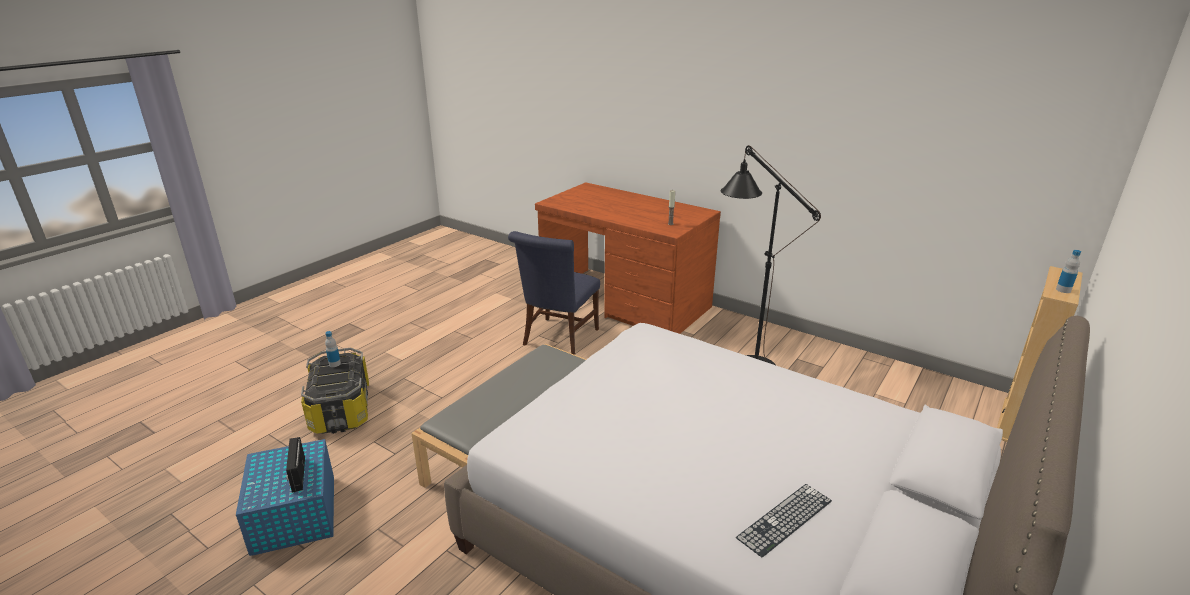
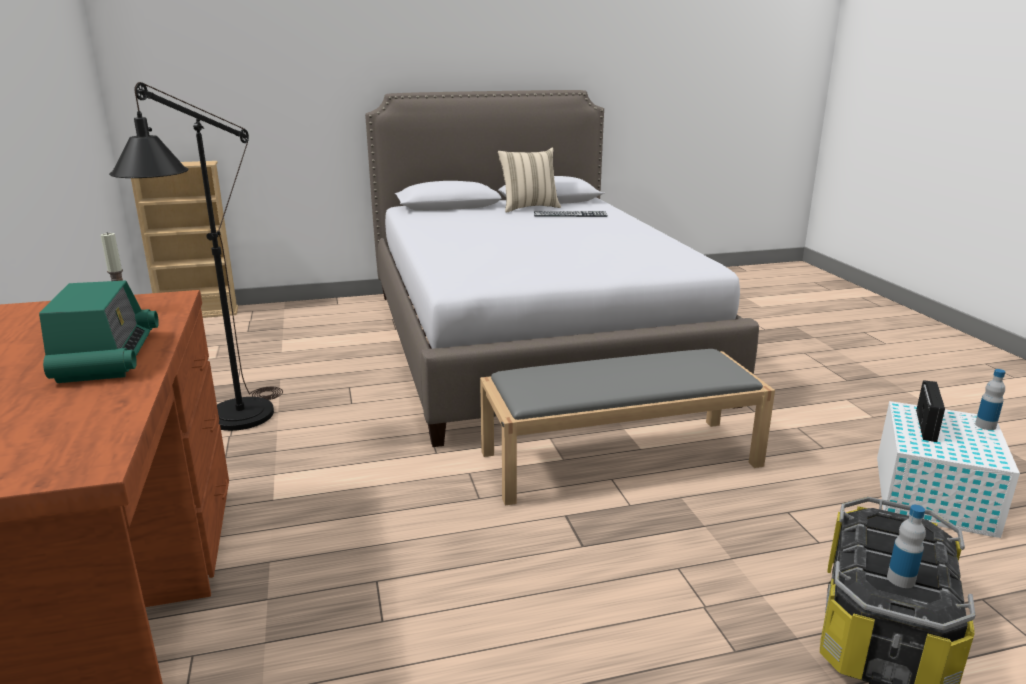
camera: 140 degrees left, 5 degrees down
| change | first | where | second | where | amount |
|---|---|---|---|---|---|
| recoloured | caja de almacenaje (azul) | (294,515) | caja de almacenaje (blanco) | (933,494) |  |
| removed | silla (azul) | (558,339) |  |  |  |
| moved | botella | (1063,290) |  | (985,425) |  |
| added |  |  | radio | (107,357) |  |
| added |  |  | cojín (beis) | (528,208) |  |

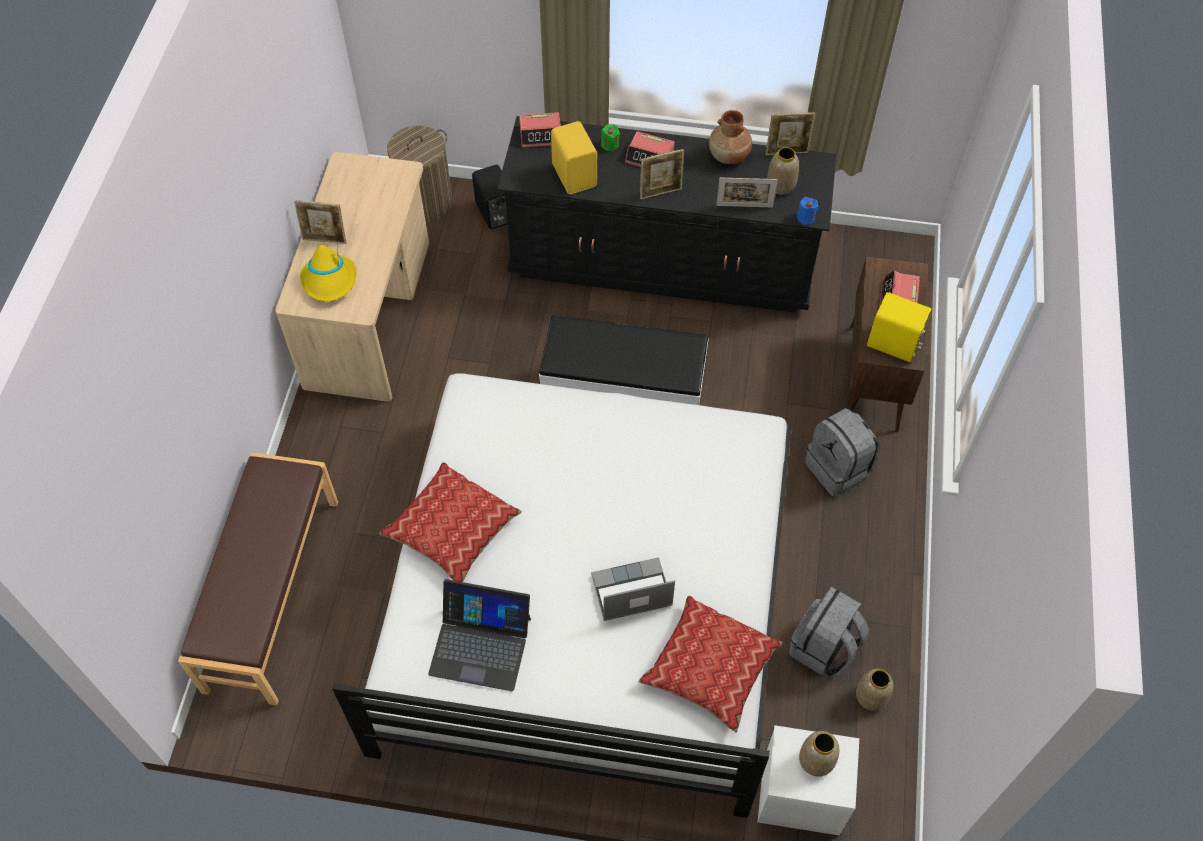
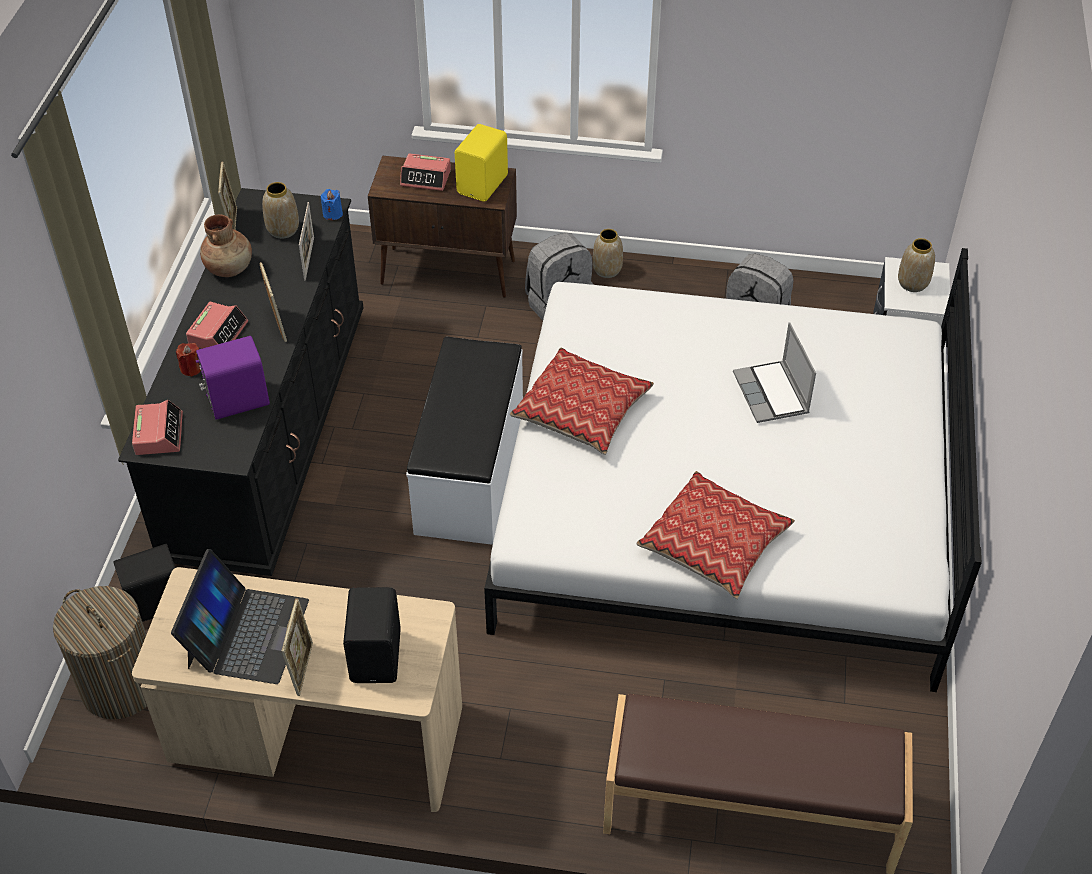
camera: 90 degrees left, 10 degrees down
| change | first | where | second | where | amount |
|---|---|---|---|---|---|
| replaced | sombrero (amarillo) | (330,281) | altavoz (negro) | (378,655) |  |
| moved | portátil | (480,645) |  | (246,633) |  |
| recoloured | altavoz (amarillo) | (575,175) | altavoz (morado) | (236,400) |  |
| recoloured | vela (verde) | (610,145) | vela (rojo) | (191,368) |  |
| moved | cojín | (709,668) |  | (582,410) |  |
| moved | florero | (870,698) |  | (607,270) |  |

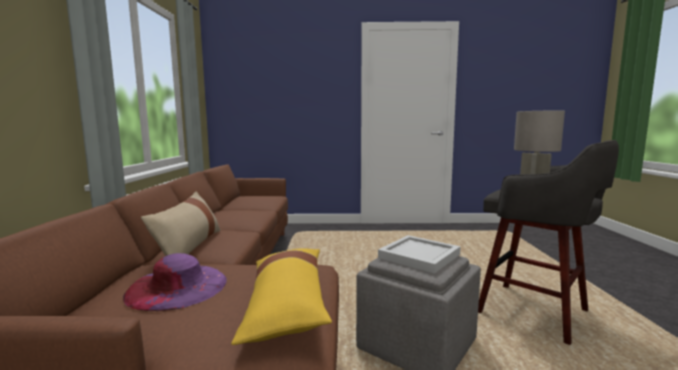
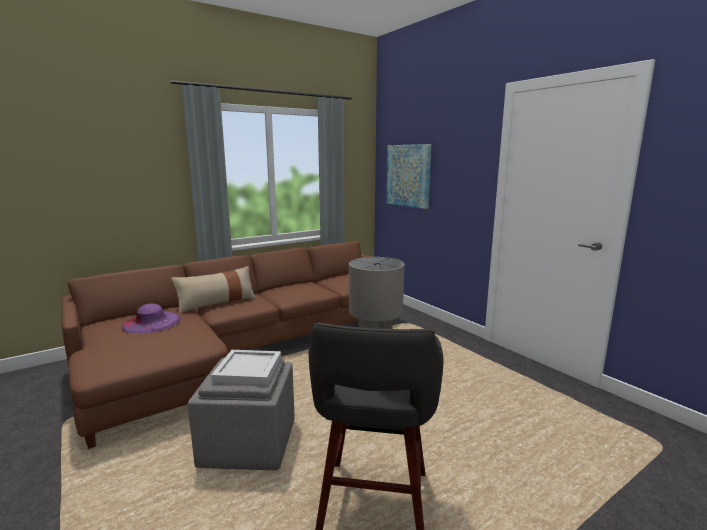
camera: 55 degrees right, 5 degrees up
| change | first | where | second | where | amount |
|---|---|---|---|---|---|
| removed | cojín (amarillo) | (286,304) |  |  |  |
| added |  |  | cuadro | (408,175) |  |

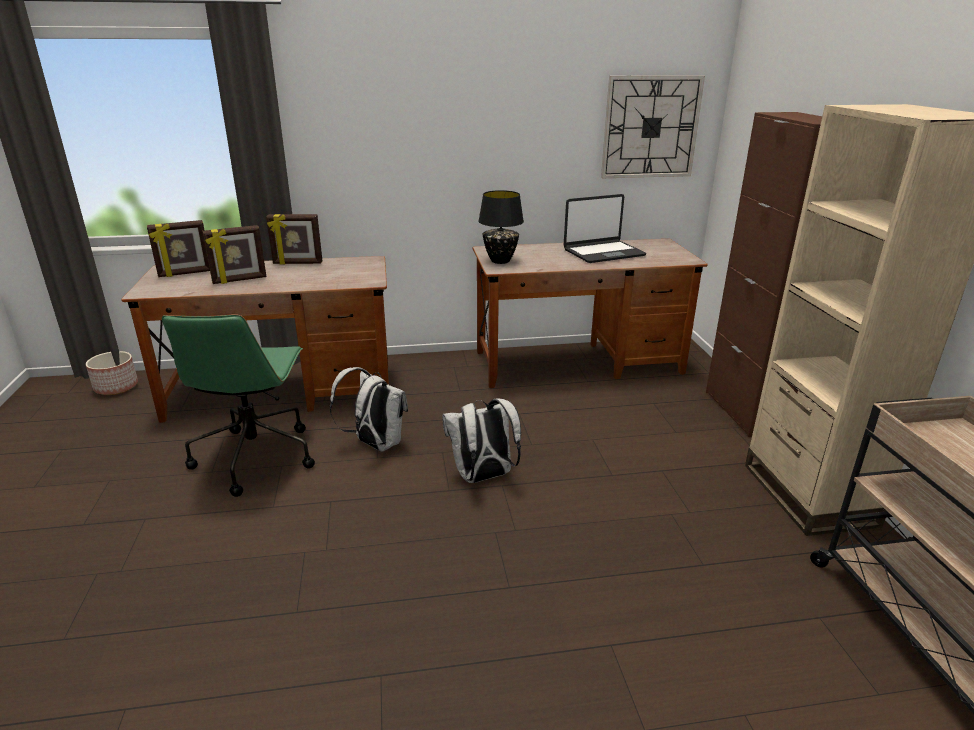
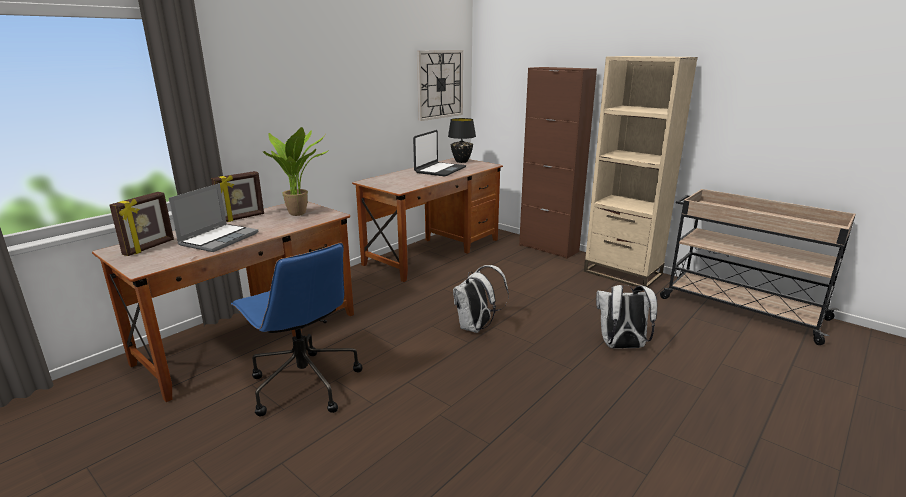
camera: 40 degrees left, 5 degrees down
| change | first | where | second | where | amount |
|---|---|---|---|---|---|
| removed | maceta | (116,387) |  |  |  |
| recoloured | silla de oficina (verde) | (255,456) | silla de oficina (azul) | (303,384) |  |
| replaced | portarretratos | (239,280) | portátil | (219,239) |  |
| moved | mochila (blanco) | (375,444) |  | (621,346) |  |
| moved | lámpara de mesa (negro) | (501,261) |  | (461,161) |  |
| added |  |  | planta en maceta | (300,213) |  |

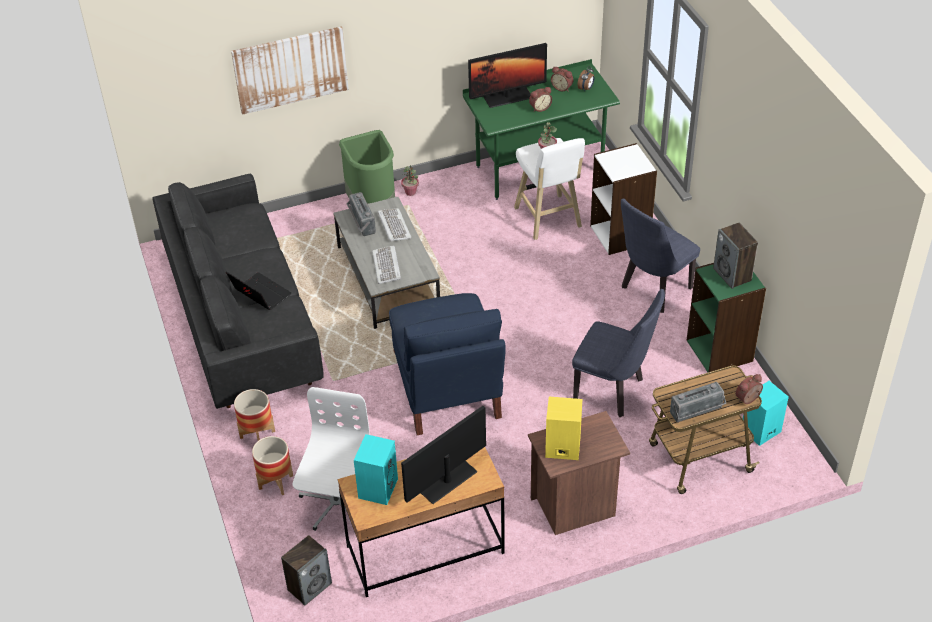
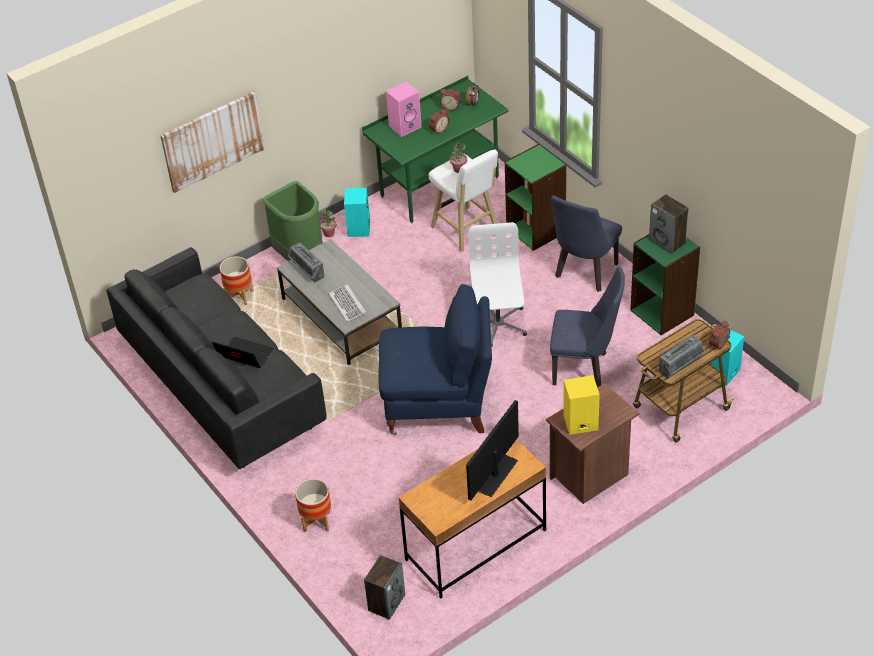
camera: 15 degrees left, 0 degrees up
| change | first | where | second | where | amount |
|---|---|---|---|---|---|
| moved | maceta | (257,434) |  | (239,296) |  |
| moved | silla de oficina (blanco) | (336,503) |  | (497,324) |  |
| moved | altavoz (turquesa) | (377,487) |  | (358,228) |  |
| removed | teclado | (393,226) |  |  |  |
| turned | sillón (azul) | (447,391) |  | (438,404) | 60 degrees counterclockwise |
| replaced | monitor | (507,97) | altavoz (rosa) | (405,126) |  |
| recoloured | estantería (blanco) | (620,234) | estantería (verde) | (536,230) |  |

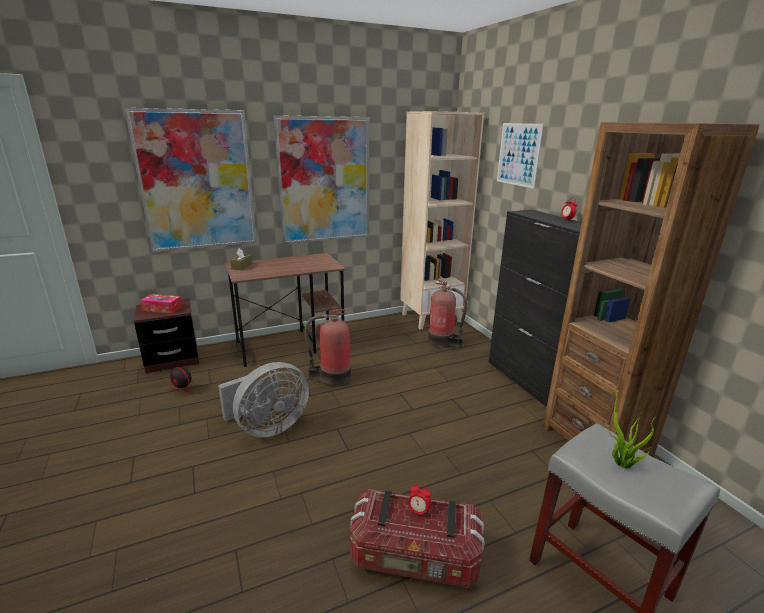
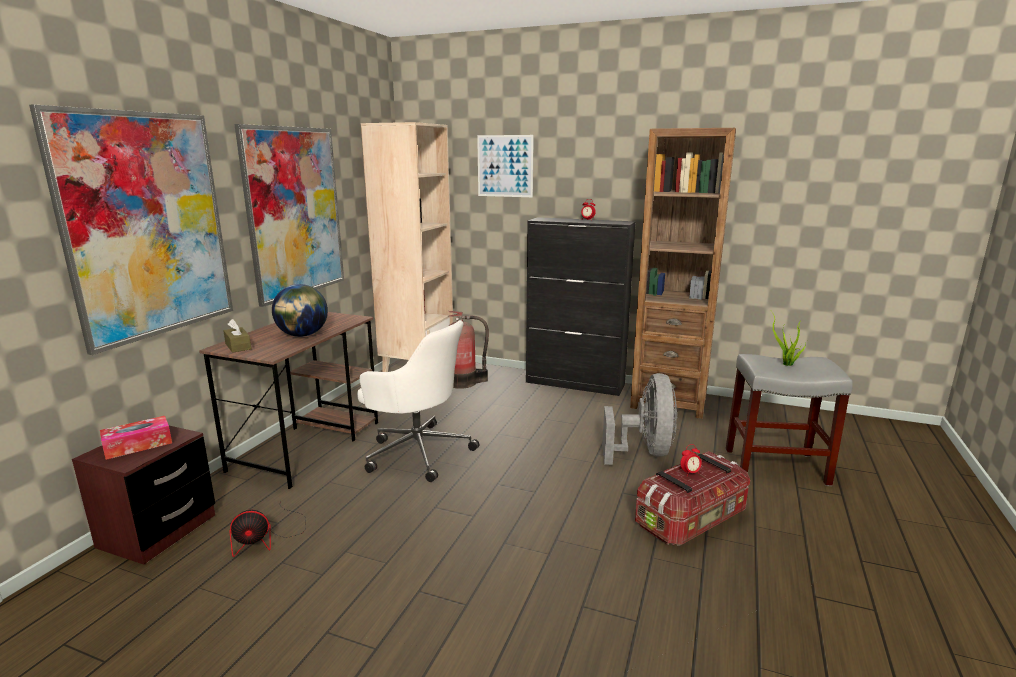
camera: 45 degrees left, 5 degrees down
| change | first | where | second | where | amount |
|---|---|---|---|---|---|
| moved | ventilador (gris) | (268,427) |  | (644,452) |  |
| replaced | extintor | (332,378) | silla de oficina (blanco) | (417,451) |  |
| added |  |  | globo terráqueo | (302,335) |  |

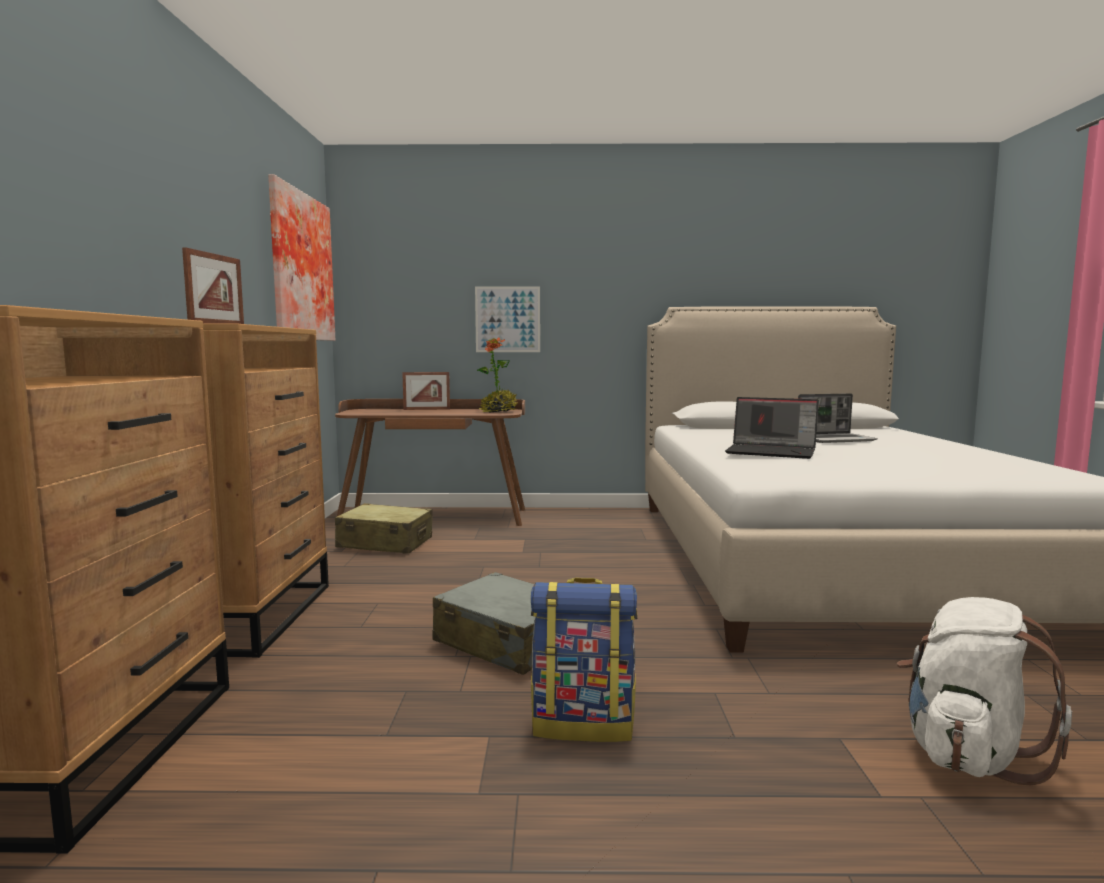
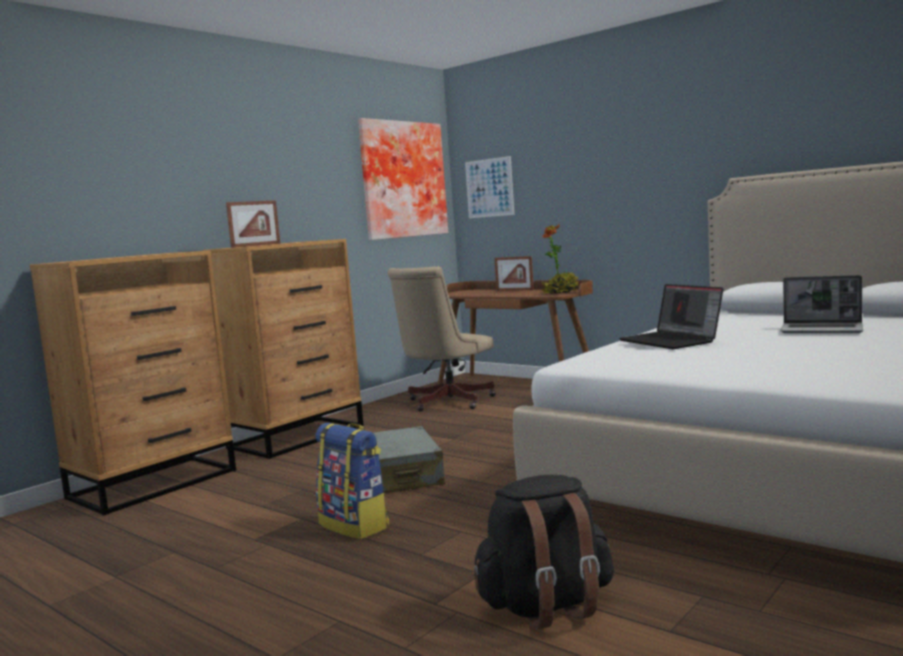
camera: 40 degrees right, 0 degrees up
| change | first | where | second | where | amount |
|---|---|---|---|---|---|
| replaced | maleta (beis) | (385,543) | silla de oficina (beis) | (445,403) |  |
| moved | cuadro | (507,319) |  | (489,188) |  |
| recoloured | mochila (blanco) | (967,753) | mochila (negro) | (546,606) |  |

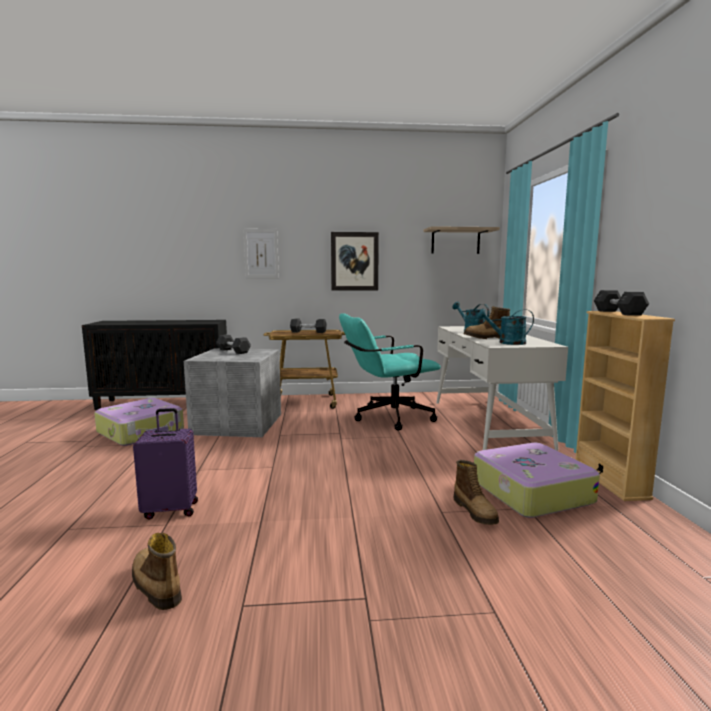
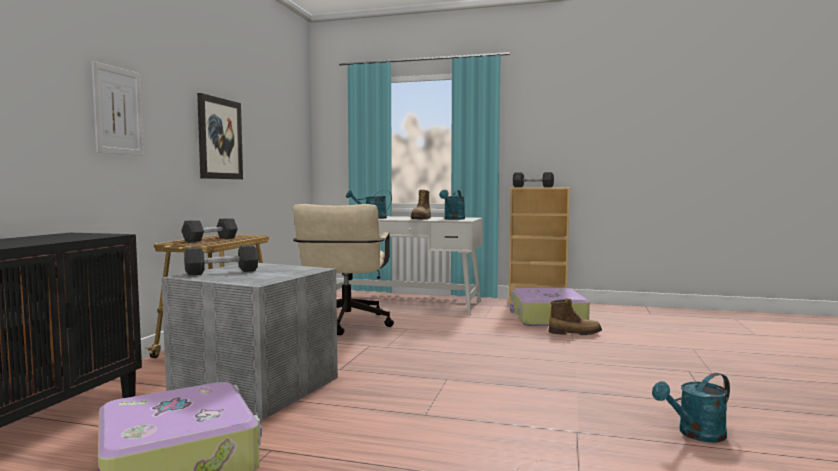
camera: 70 degrees left, 5 degrees down
| change | first | where | second | where | amount |
|---|---|---|---|---|---|
| replaced | bota | (155,586) | regadera (turquesa) | (695,434) |  |
| removed | maleta (morado) | (171,509) |  |  |  |
| recoloured | silla de oficina (turquesa) | (387,418) | silla de oficina (beis) | (345,325) |  |
| removed | estante | (455,241) |  |  |  |

